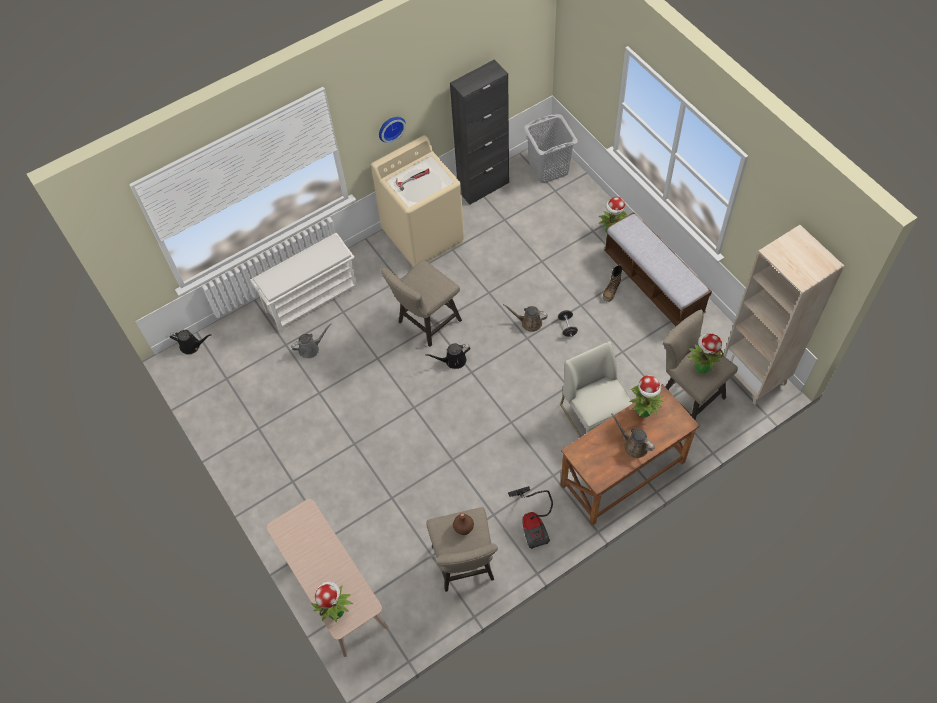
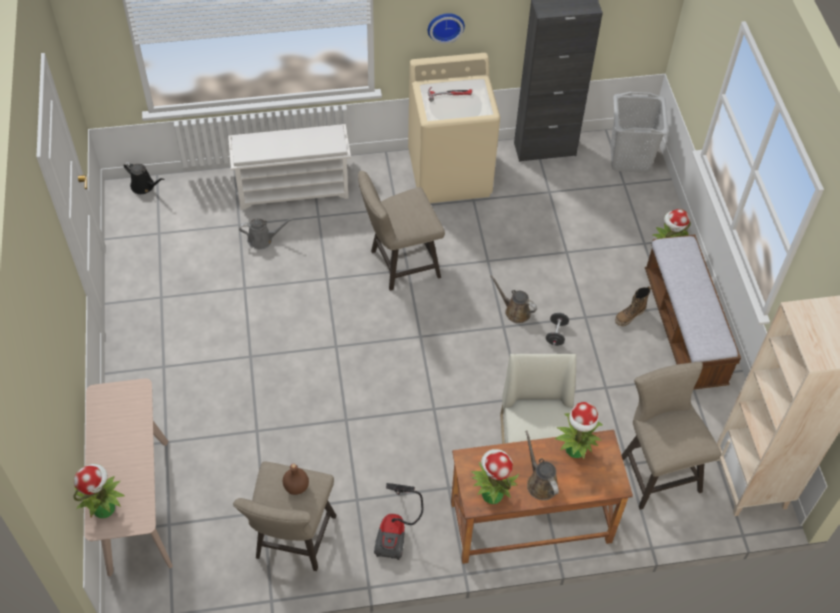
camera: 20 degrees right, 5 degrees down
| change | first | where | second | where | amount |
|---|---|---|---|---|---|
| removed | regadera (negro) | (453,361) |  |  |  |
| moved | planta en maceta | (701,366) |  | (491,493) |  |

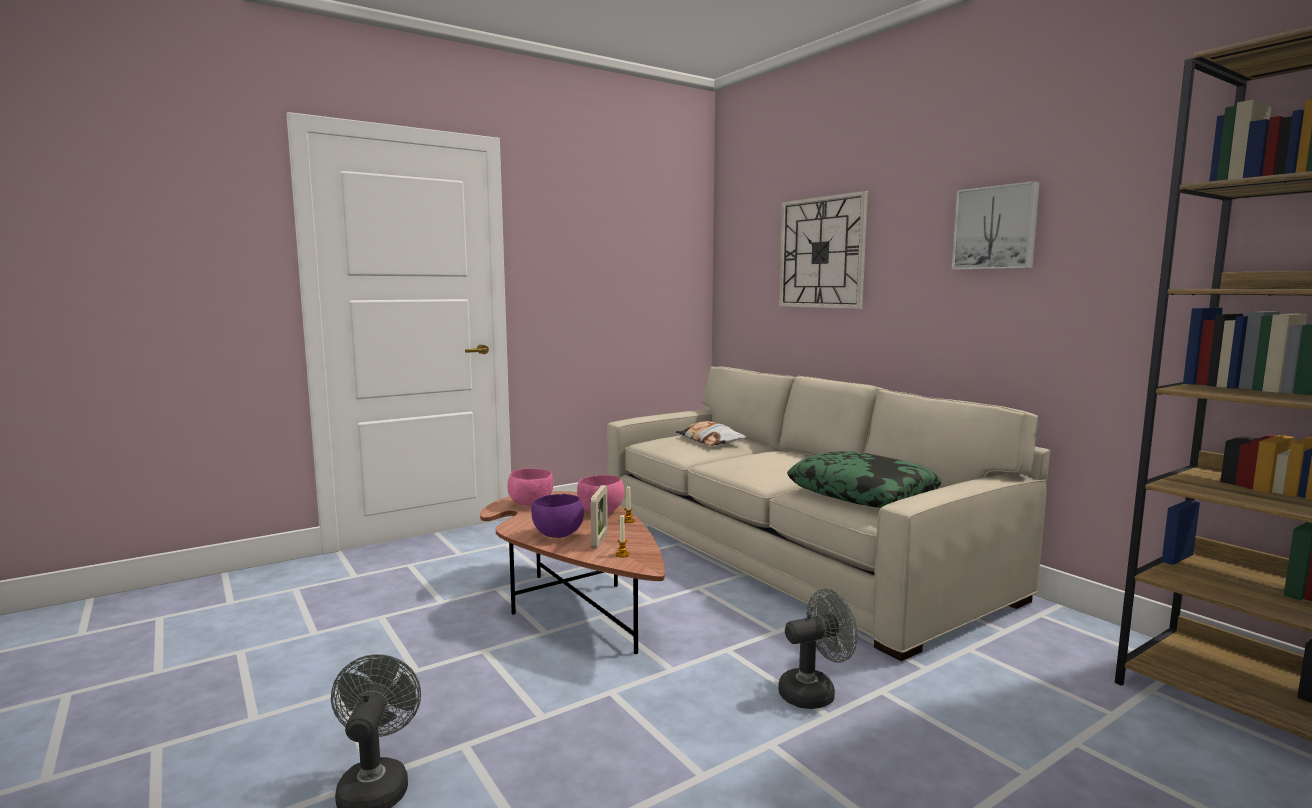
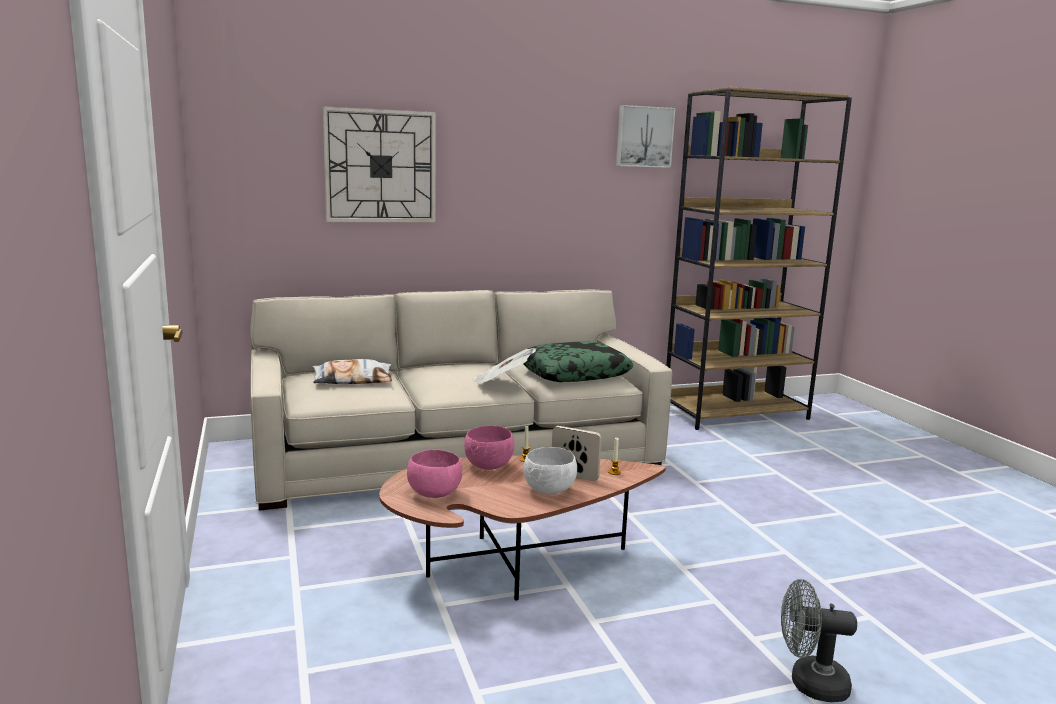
camera: 75 degrees left, 5 degrees up
| change | first | where | second | where | amount |
|---|---|---|---|---|---|
| recoloured | cuenco (morado) | (557,535) | cuenco (blanco) | (550,491) |  |
| removed | ventilador (gris) | (814,692) |  |  |  |
| moved | cuadro | (996,228) |  | (644,137) |  |
| added |  |  | periódico | (502,383) |  |

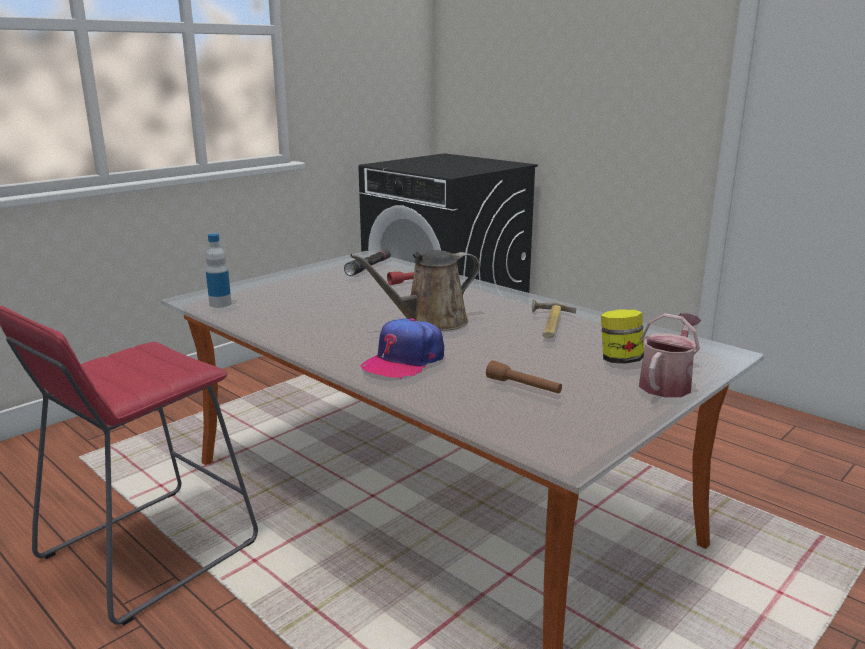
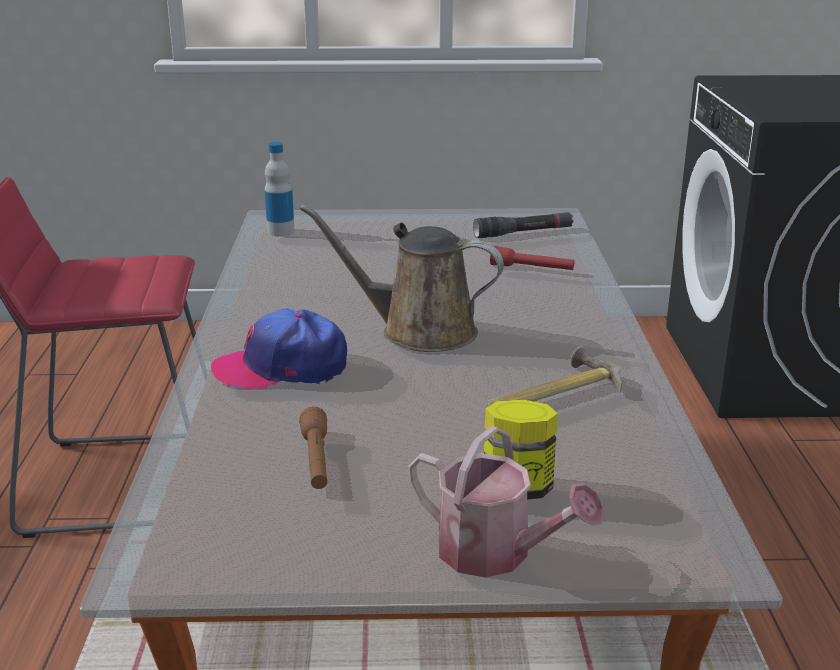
camera: 45 degrees right, 5 degrees up
| change | first | where | second | where | amount |
|---|---|---|---|---|---|
| turned | regadera | (667,383) |  | (495,553) | 45 degrees clockwise |

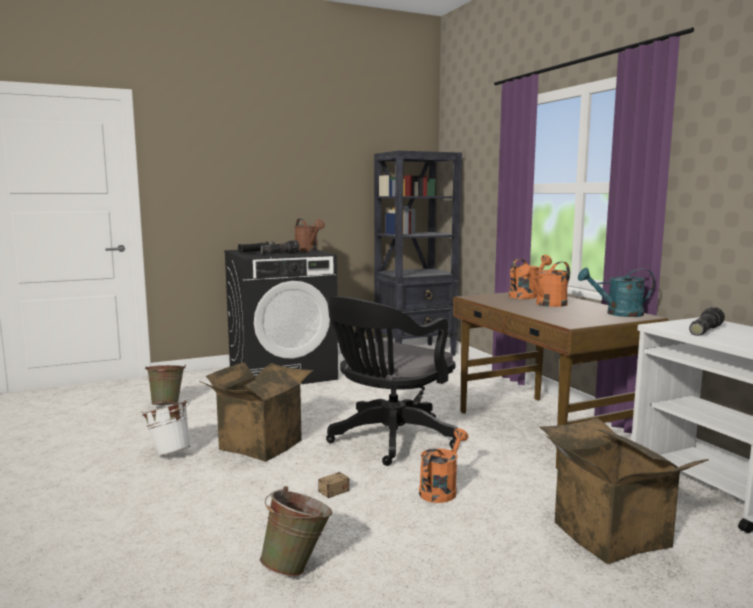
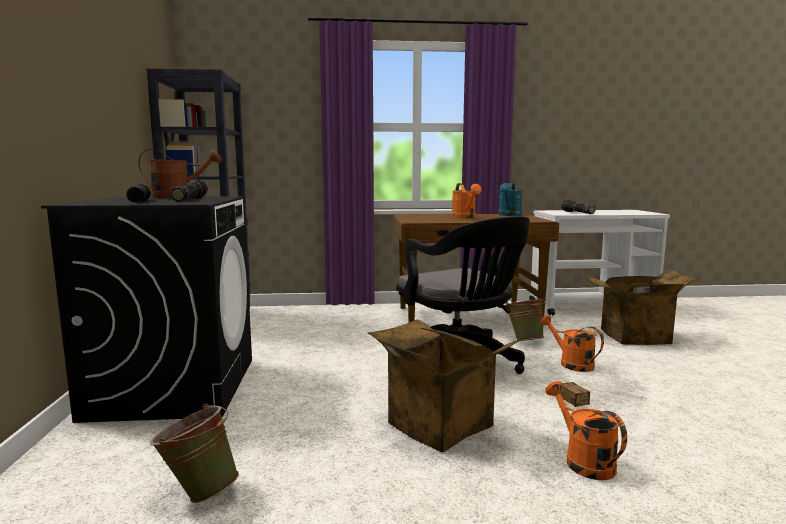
camera: 70 degrees left, 0 degrees up
| change | first | where | second | where | amount |
|---|---|---|---|---|---|
| removed | cubo (blanco) | (169,453) |  |  |  |
| moved | cubo (verde) | (297,567) |  | (524,341) |  |
| moved | regadera (naranja) | (526,295) |  | (583,460) |  |

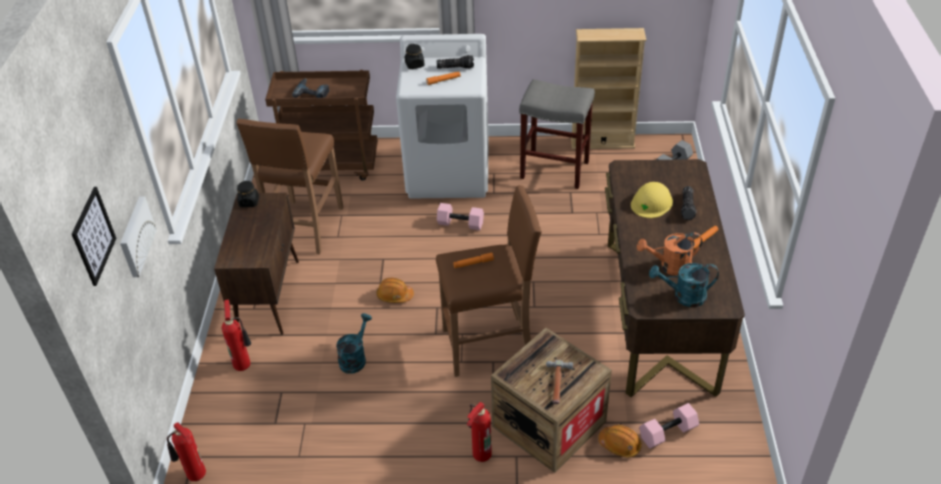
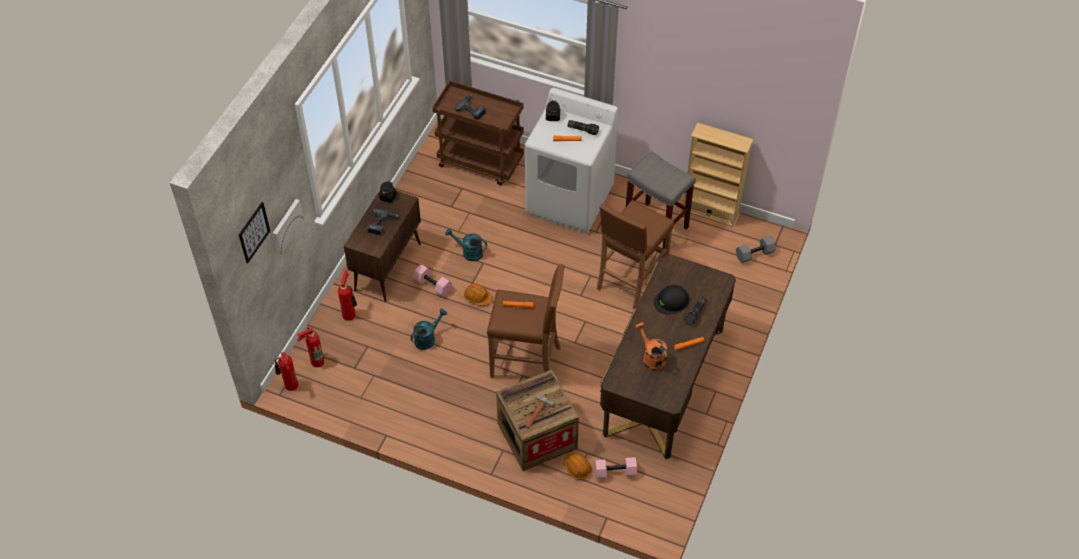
camera: 20 degrees right, 10 degrees up
| change | first | where | second | where | amount |
|---|---|---|---|---|---|
| moved | taburete (marrón) | (305,227) |  | (631,279) |  |
| moved | mancuerna (rosa) | (461,223) |  | (433,285) |  |
| moved | extintor | (479,454) |  | (316,361) |  |
| recoloured | casco (amarillo) | (651,202) | casco (negro) | (671,300) |  |
| turned | regadera (naranja) | (670,266) |  | (651,358) | 45 degrees clockwise |
| moved | regadera (turquesa) | (683,296) |  | (468,252) |  |
| added |  |  | taladro | (382,224) |  |

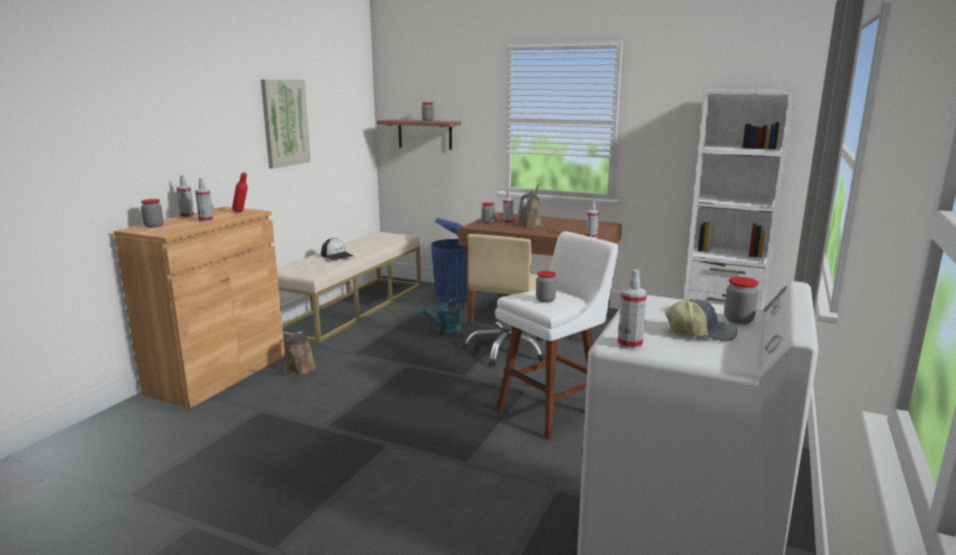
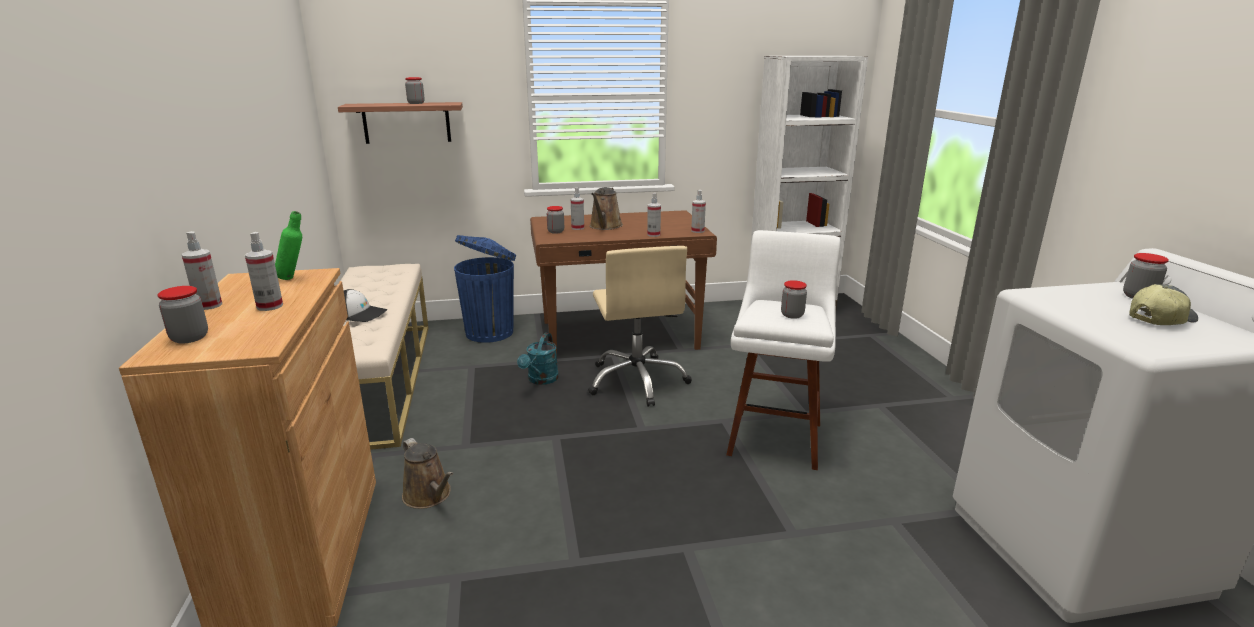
camera: 35 degrees left, 5 degrees up
| change | first | where | second | where | amount |
|---|---|---|---|---|---|
| recoloured | botella (rojo) | (242,212) | botella (verde) | (294,278) |  |
| removed | cuadro | (285,123) |  |  |  |
| turned | regadera (marrón) | (529,224) |  | (605,226) | 150 degrees counterclockwise |
| moved | pulverizador | (630,344) |  | (653,235) |  |

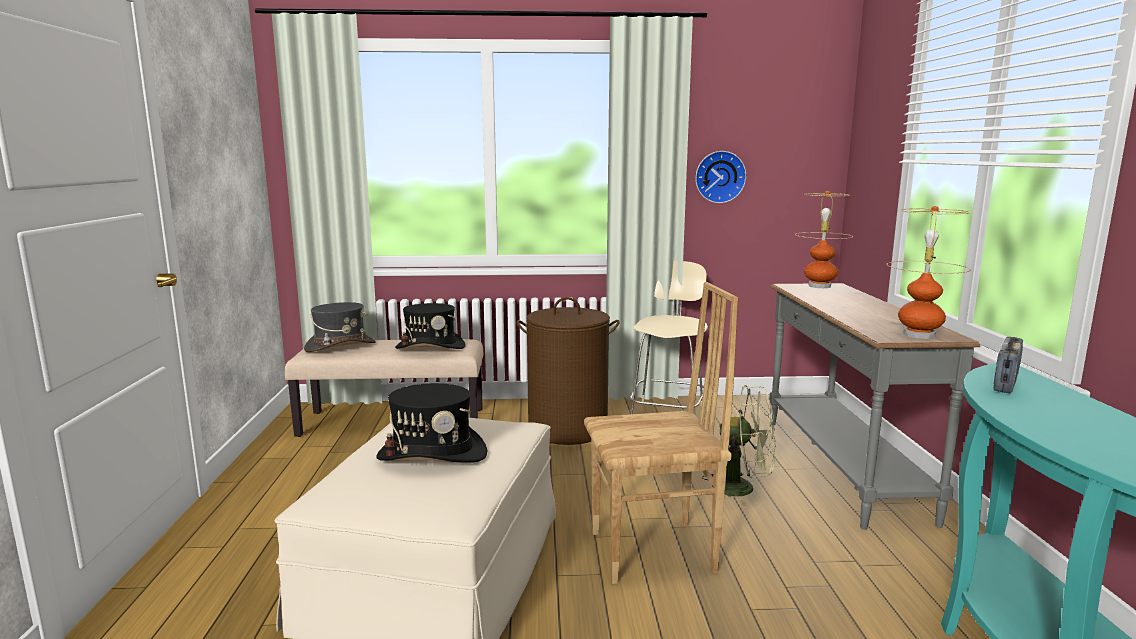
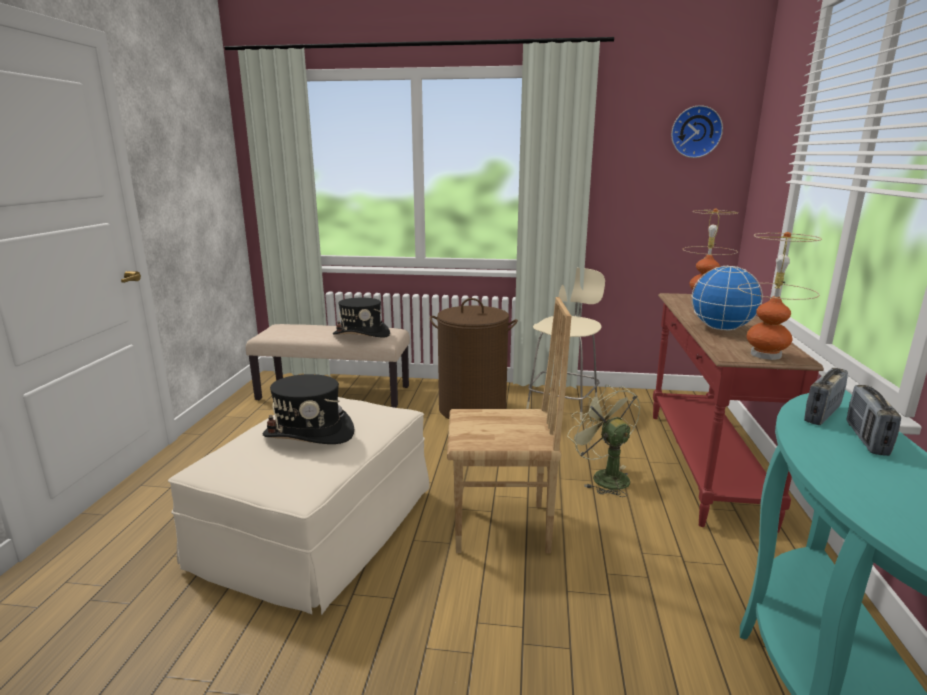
camera: 10 degrees right, 5 degrees up
| change | first | where | second | where | amount |
|---|---|---|---|---|---|
| removed | sombrero (gris) | (340,346) |  |  |  |
| moved | reloj de pared | (719,177) |  | (695,132) |  |
| turned | ventilador (verde) | (743,488) |  | (603,477) | 150 degrees counterclockwise |
| recoloured | mesa consola (gris) | (840,467) | mesa consola (rojo) | (702,464) |  |
| added |  |  | globo terráqueo | (721,329) |  |
| added |  |  | radio | (866,439) |  |

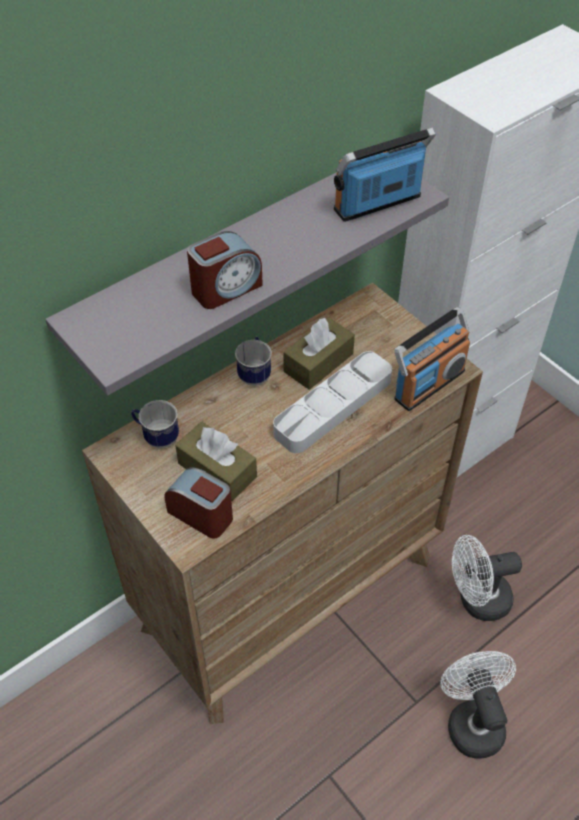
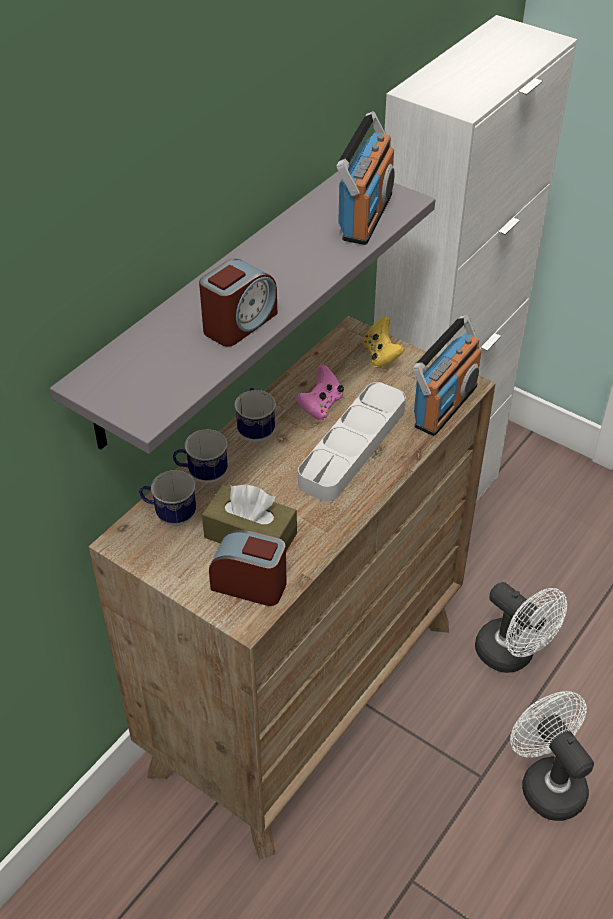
camera: 15 degrees left, 5 degrees down
| change | first | where | second | where | amount |
|---|---|---|---|---|---|
| replaced | caja de pañuelos (marrón) | (318,362) | mando de consola (rosa) | (320,406) |  |
| turned | radio | (378,204) |  | (366,216) | 150 degrees clockwise |
| turned | ventilador (blanco) | (476,600) |  | (512,655) | 105 degrees counterclockwise |
| added |  |  | taza grande | (202,475) |  |
| added |  |  | mando de consola (amarillo) | (381,355) |  |

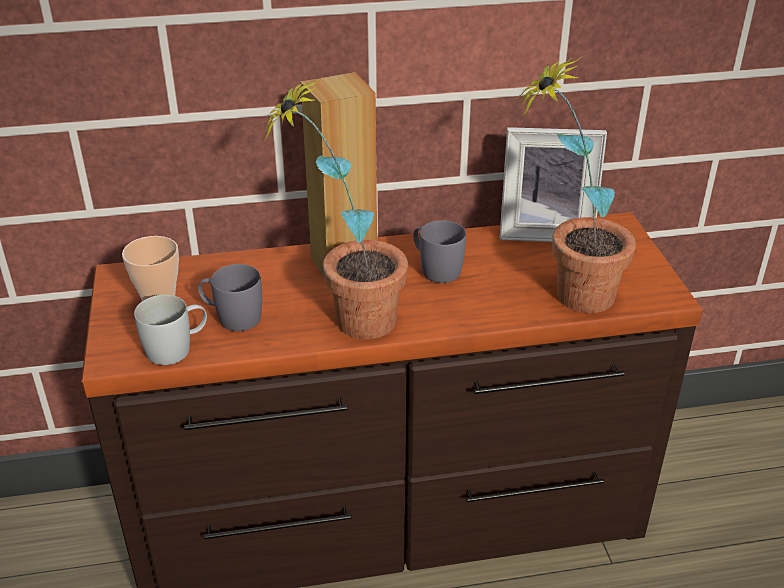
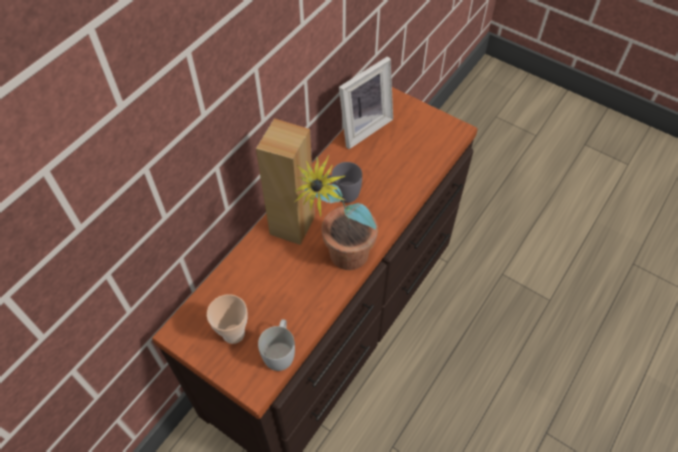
camera: 45 degrees left, 20 degrees up
| change | first | where | second | where | amount |
|---|---|---|---|---|---|
| removed | taza grande (gris) | (232,317) |  |  |  |
| removed | planta en maceta | (566,294) |  |  |  |

